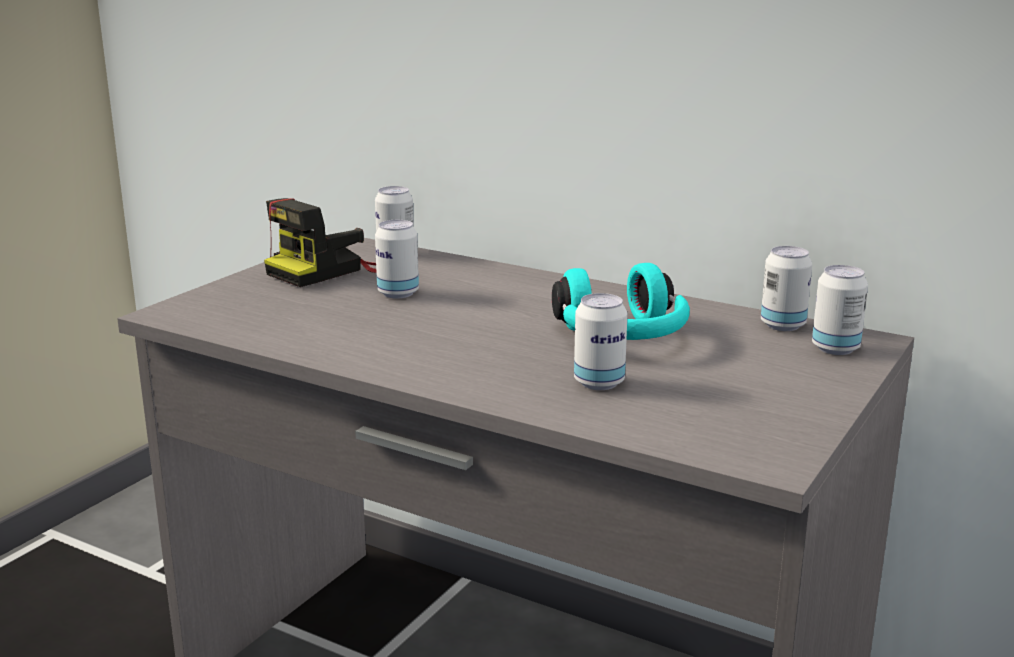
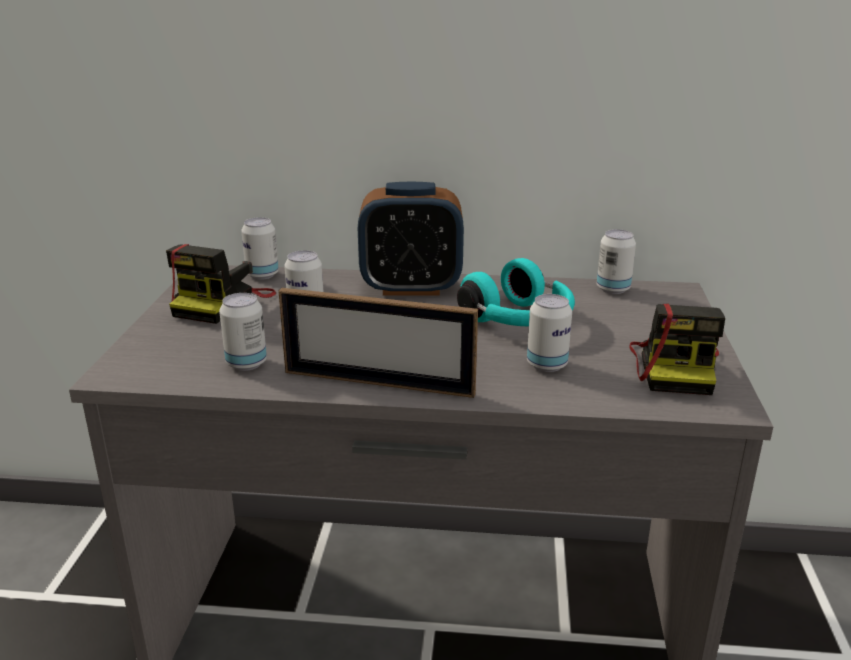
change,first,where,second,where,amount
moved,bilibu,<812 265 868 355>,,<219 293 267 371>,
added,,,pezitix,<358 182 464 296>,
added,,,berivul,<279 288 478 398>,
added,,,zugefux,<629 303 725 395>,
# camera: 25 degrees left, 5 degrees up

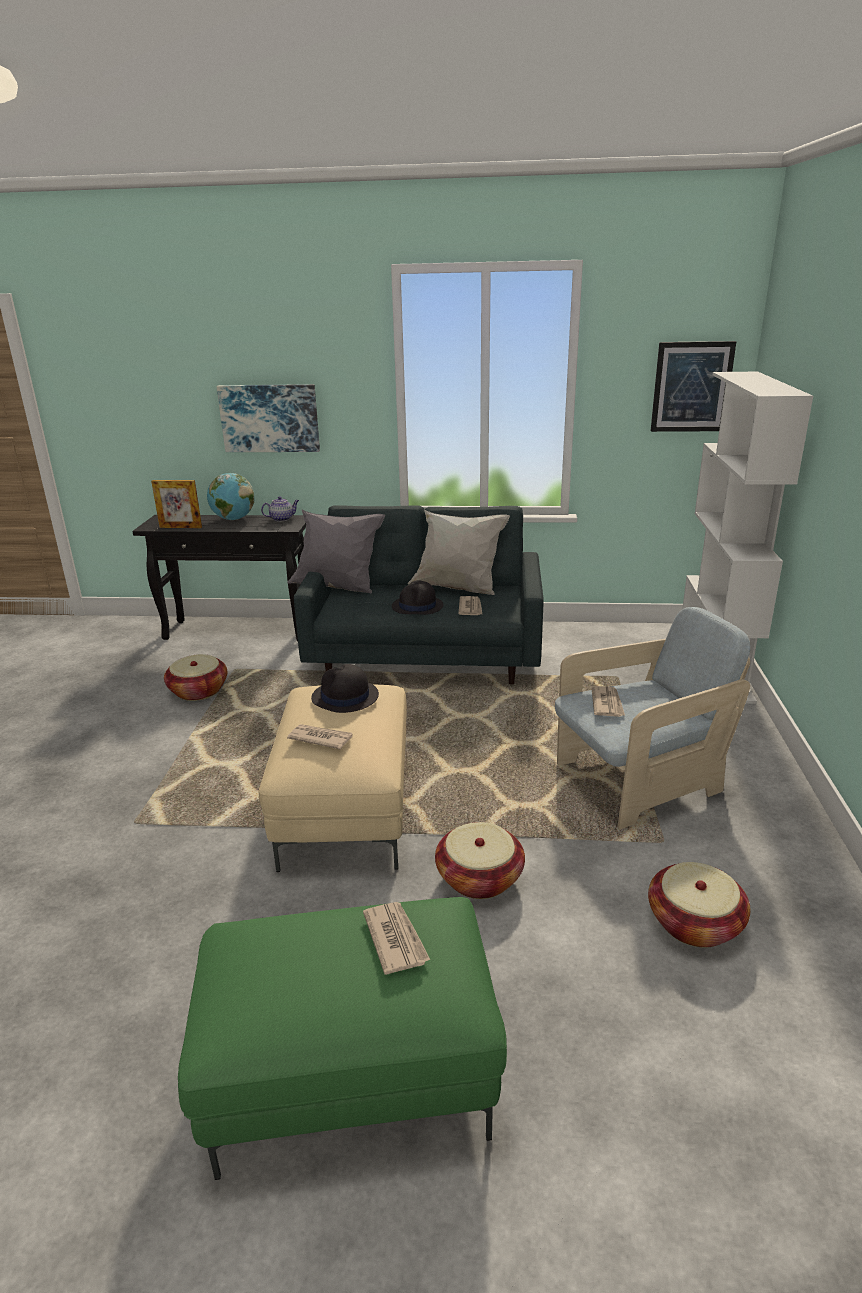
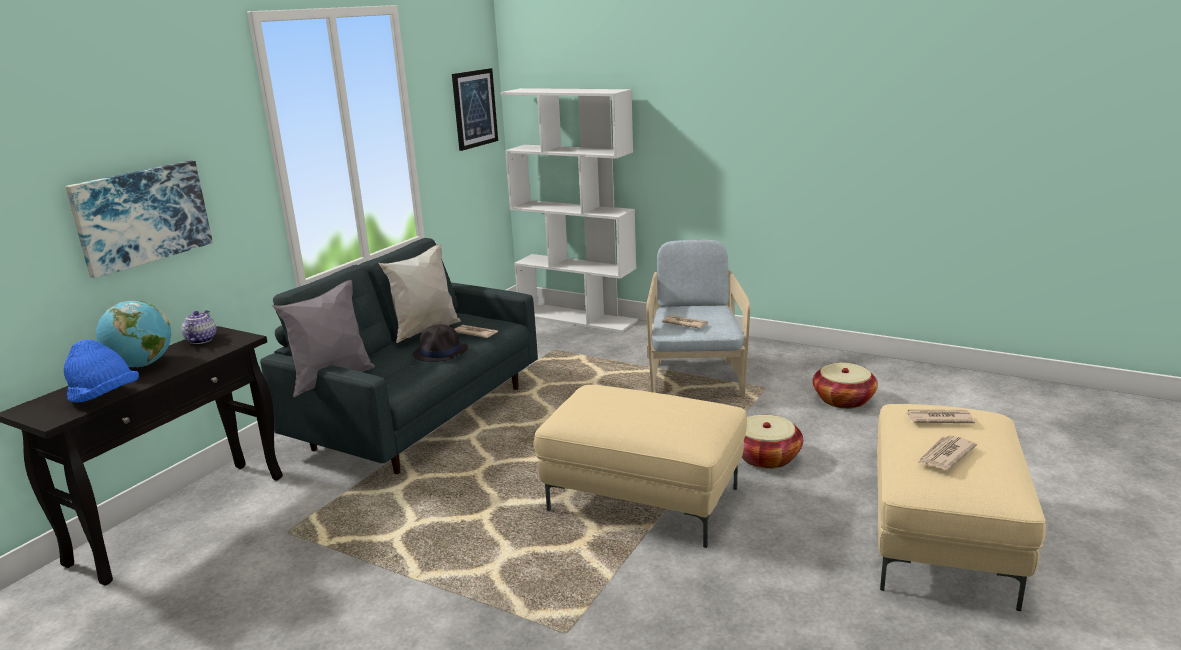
change,first,where,second,where,amount
replaced,berivul,<151 480 202 528>,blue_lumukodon,<64 339 139 403>,
removed,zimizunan,<164 654 227 701>,,,
removed,black_lumukodon,<311 664 379 713>,,,
moved,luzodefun,<287 724 353 749>,,<918 435 977 470>,
recoloured,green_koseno,<178 897 507 1180>,beige_koseno,<877 404 1046 611>,
# camera: 65 degrees left, 5 degrees down

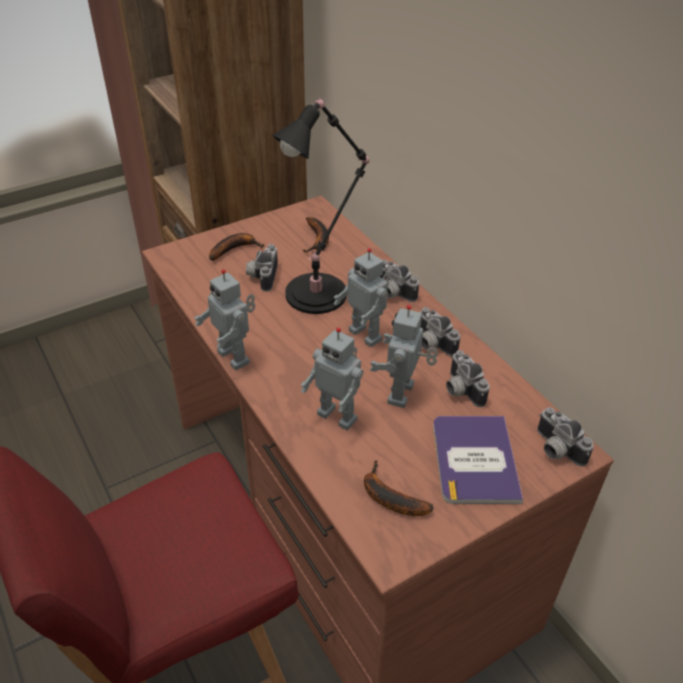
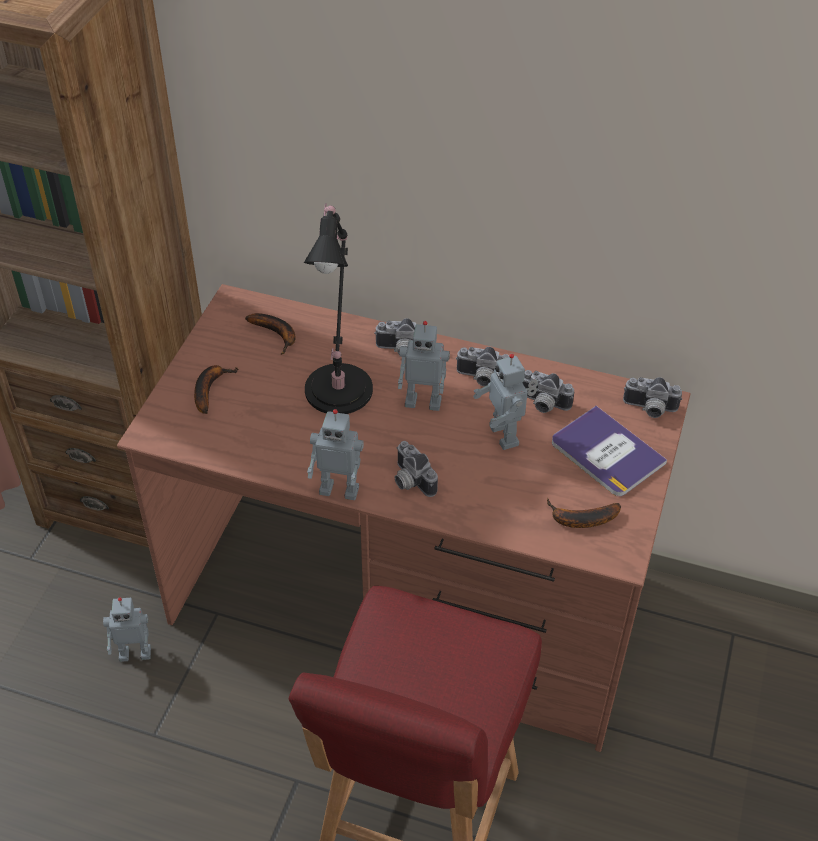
change,first,where,second,where,amount
moved,zugefux,<246 244 278 292>,,<394 441 438 497>,
moved,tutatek,<301 327 364 430>,,<103 597 151 662>,
# camera: 40 degrees left, 5 degrees up

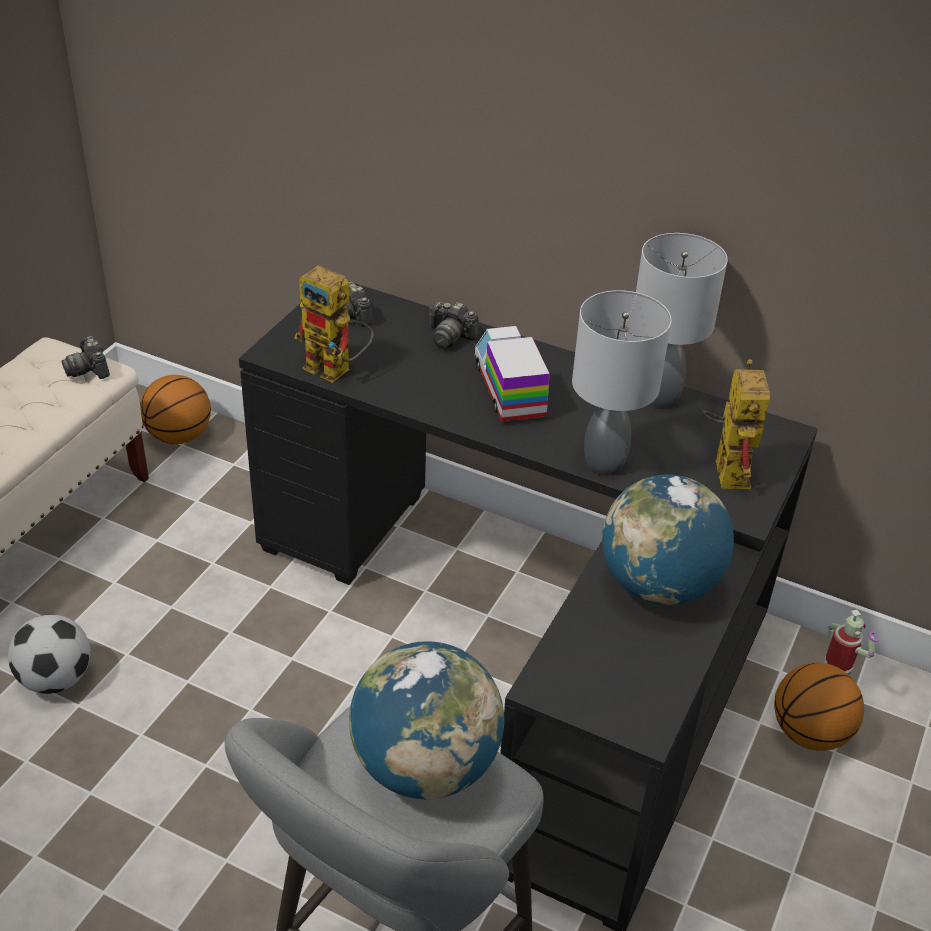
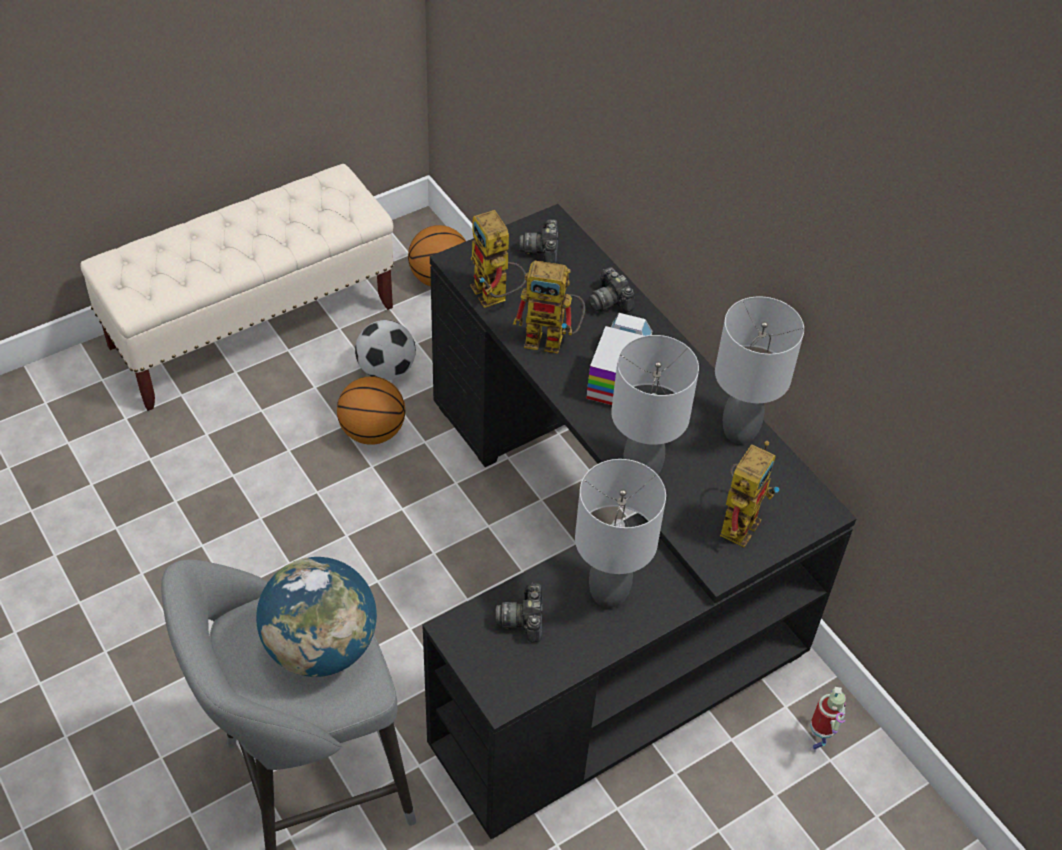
change,first,where,second,where,amount
moved,zugefux,<62 336 110 379>,,<495 582 543 643>,
replaced,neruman,<602 475 734 605>,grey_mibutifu,<575 459 666 608>,
moved,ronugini,<8 615 90 694>,,<355 320 416 380>,
moved,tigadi,<774 663 864 751>,,<337 376 405 445>,
added,,,tutatek,<513 260 585 353>,
# camera: 30 degrees right, 10 degrees up

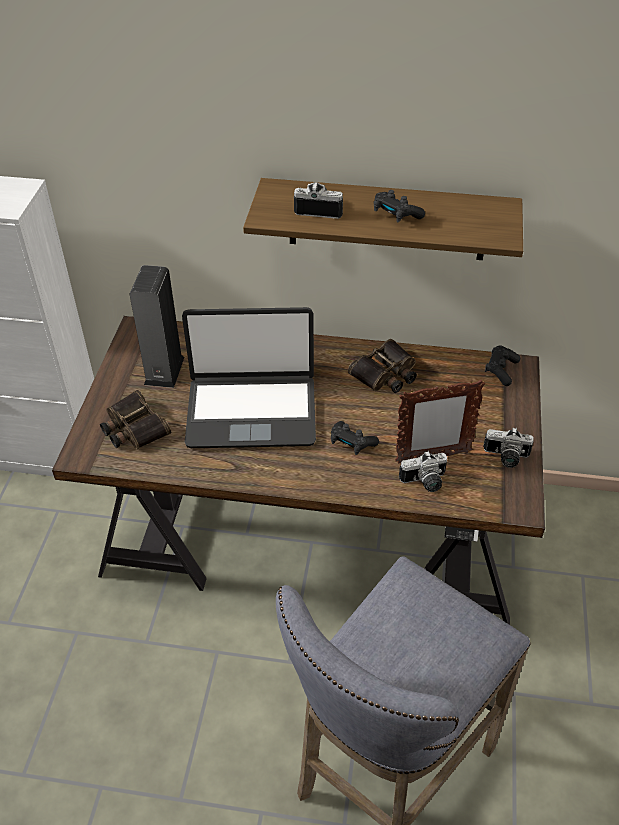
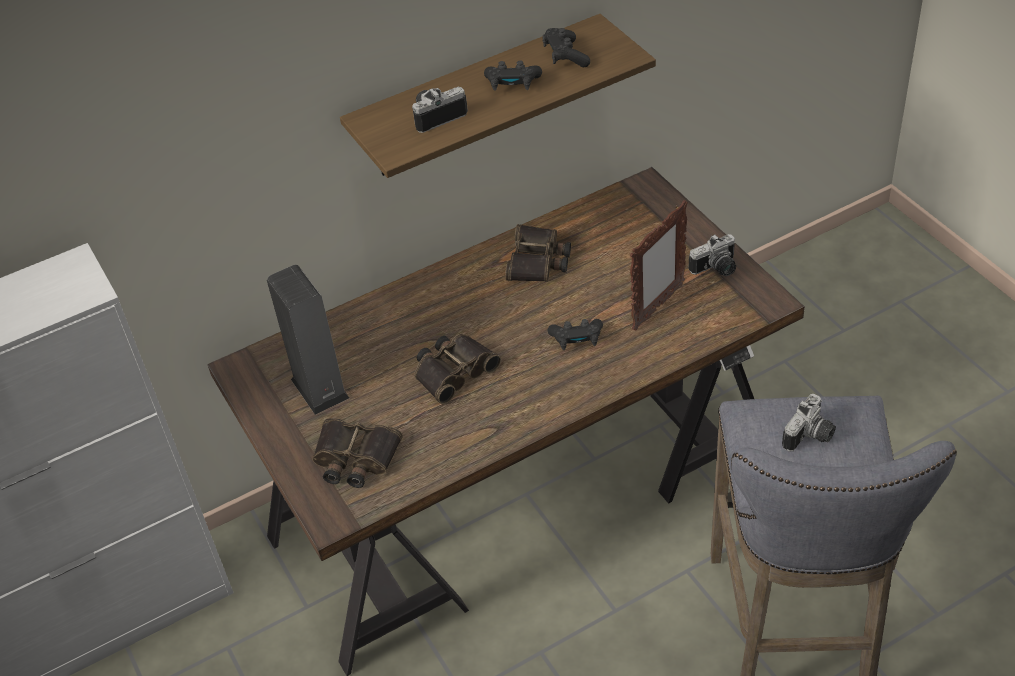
change,first,where,second,where,amount
replaced,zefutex,<182 307 316 448>,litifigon,<414 334 501 404>,
moved,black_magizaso,<485 345 520 386>,,<542 28 590 67>,
moved,zugefux,<399 451 447 492>,,<782 394 836 452>,
# camera: 35 degrees left, 0 degrees up

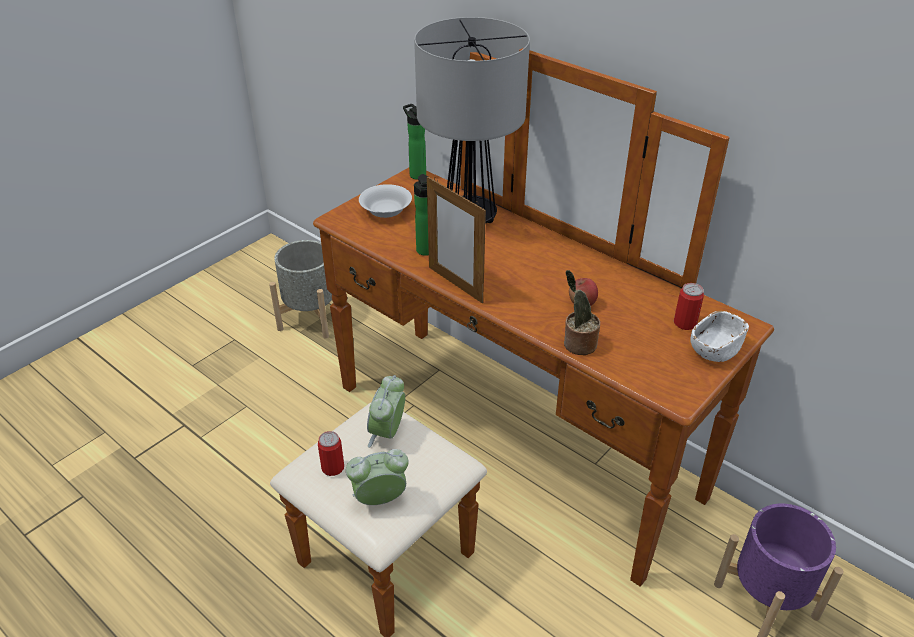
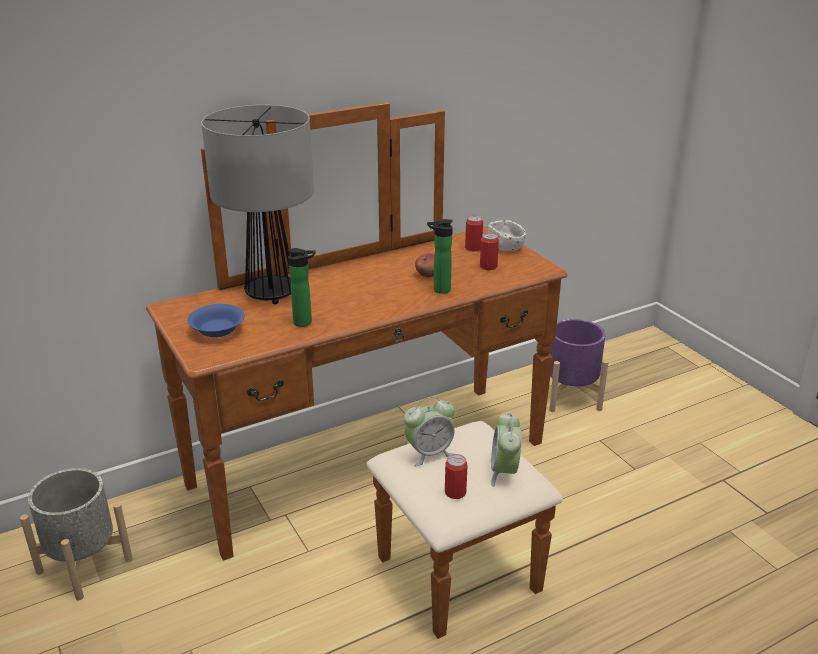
change,first,where,second,where,amount
moved,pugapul,<403 104 426 180>,,<427 219 453 294>,
removed,berivul,<427 176 486 303>,,,
recoloured,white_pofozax,<359 184 412 218>,blue_pofozax,<187 304 245 337>,
removed,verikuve,<564 270 600 355>,,,
turned,pezitix,<367 375 405 448>,,<404 396 455 466>,60 degrees counterclockwise
added,,,bilibu,<480 233 499 270>,
# camera: 70 degrees left, 10 degrees down

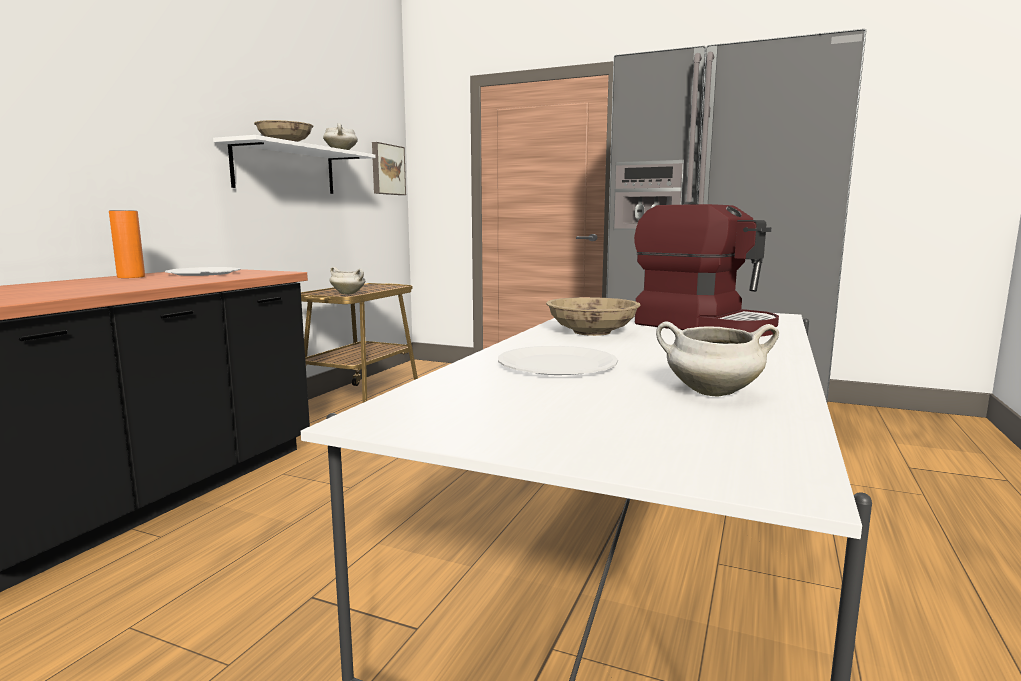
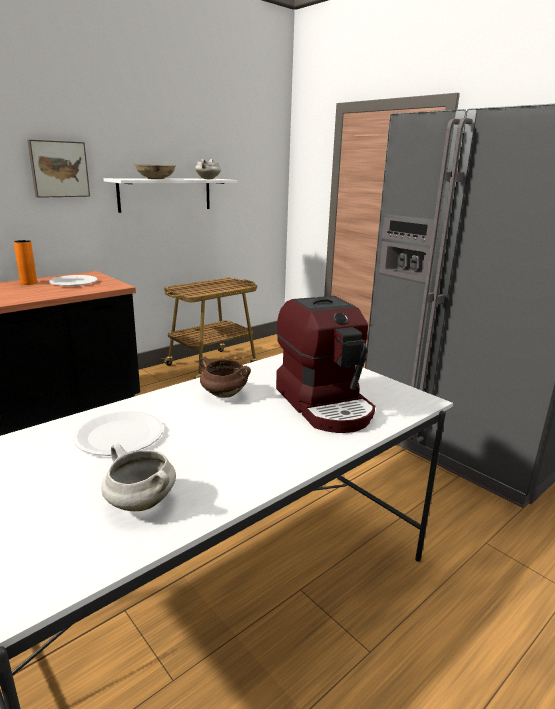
change,first,where,second,where,amount
moved,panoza,<372 142 406 195>,,<27 140 90 198>,
removed,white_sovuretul,<330 267 365 294>,,,
replaced,beige_pofozax,<546 297 640 336>,brown_sovuretul,<199 356 251 398>,
# camera: 25 degrees right, 10 degrees up

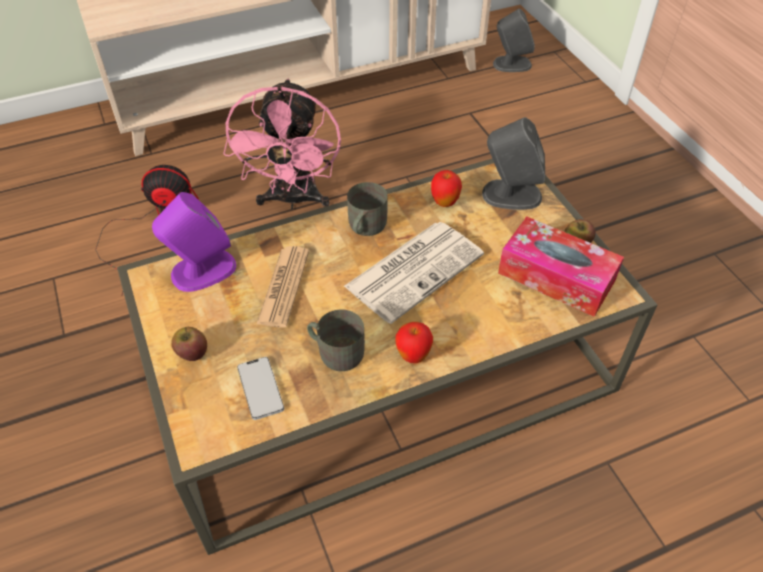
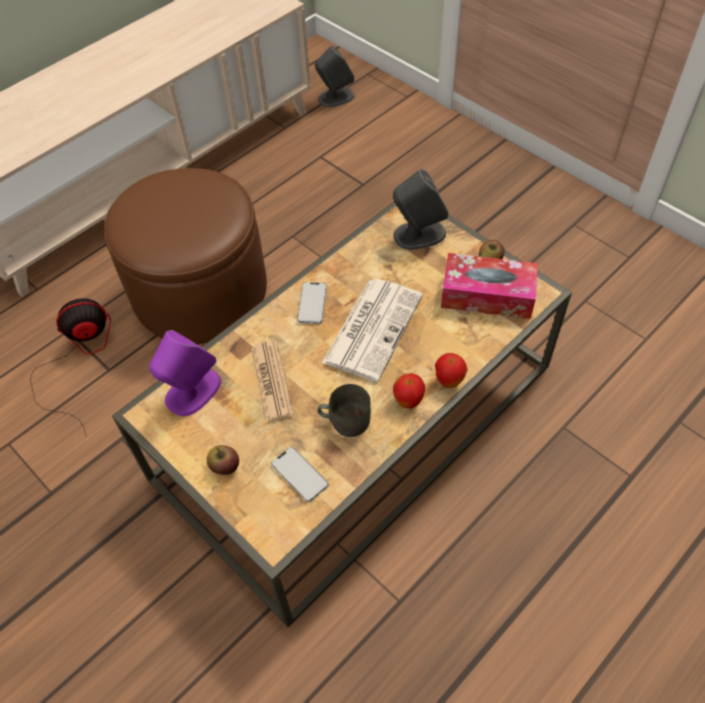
change,first,where,second,where,amount
replaced,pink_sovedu,<223 78 341 210>,brown_koseno,<104 168 267 344>,
moved,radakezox,<431 170 462 207>,,<435 353 467 388>,
replaced,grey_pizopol,<347 182 388 236>,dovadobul,<297 282 327 324>,
# camera: 20 degrees left, 5 degrees up

